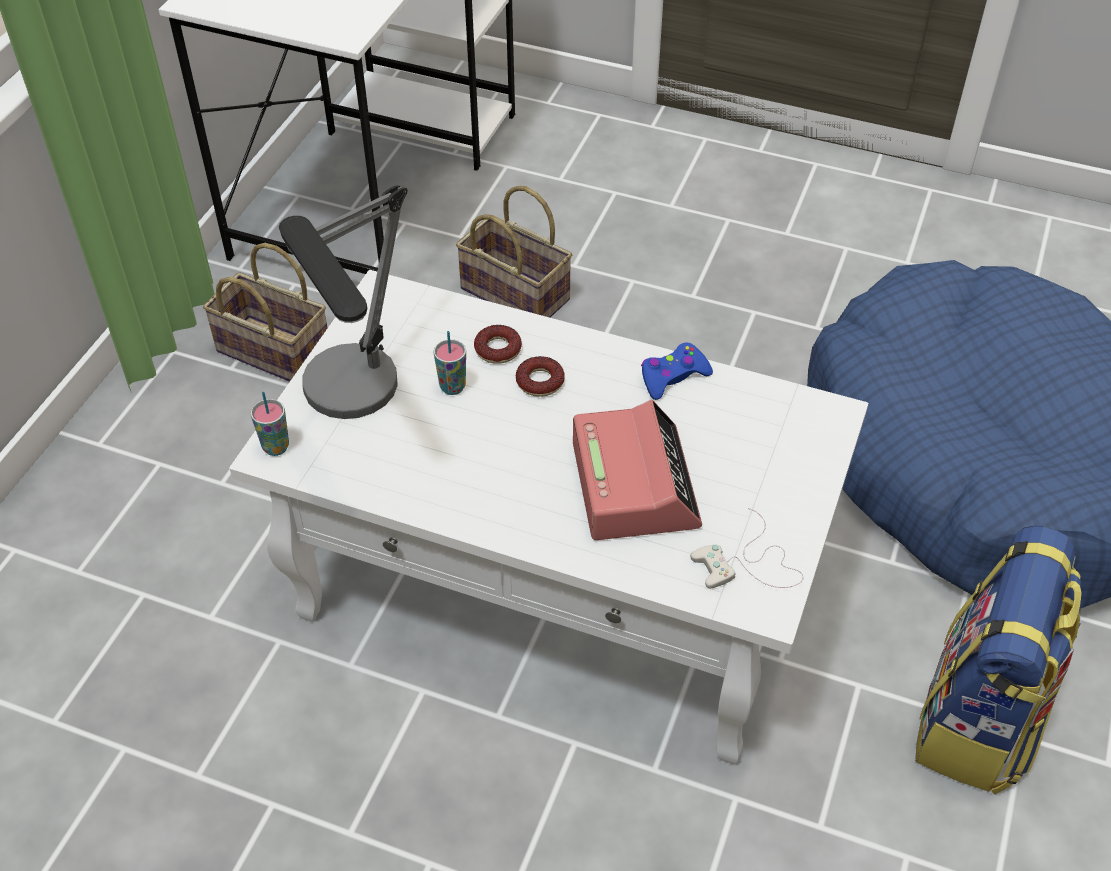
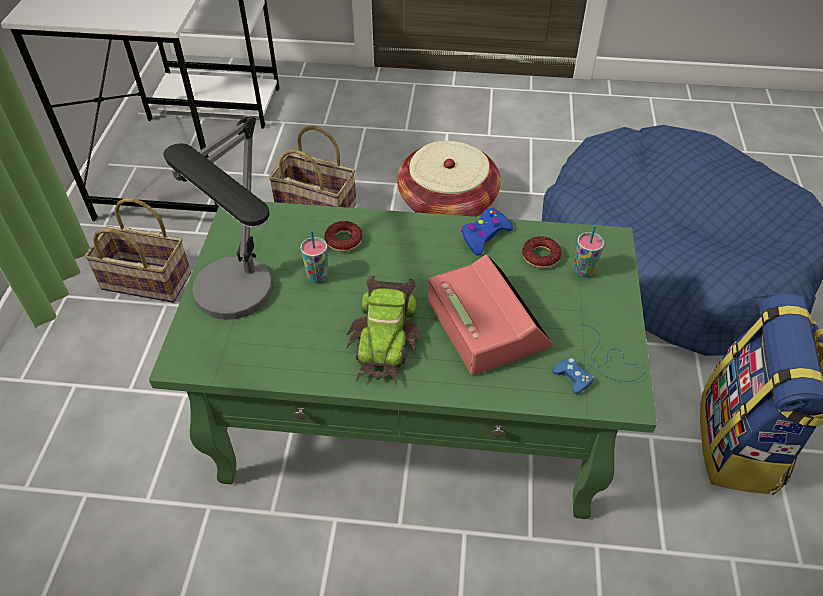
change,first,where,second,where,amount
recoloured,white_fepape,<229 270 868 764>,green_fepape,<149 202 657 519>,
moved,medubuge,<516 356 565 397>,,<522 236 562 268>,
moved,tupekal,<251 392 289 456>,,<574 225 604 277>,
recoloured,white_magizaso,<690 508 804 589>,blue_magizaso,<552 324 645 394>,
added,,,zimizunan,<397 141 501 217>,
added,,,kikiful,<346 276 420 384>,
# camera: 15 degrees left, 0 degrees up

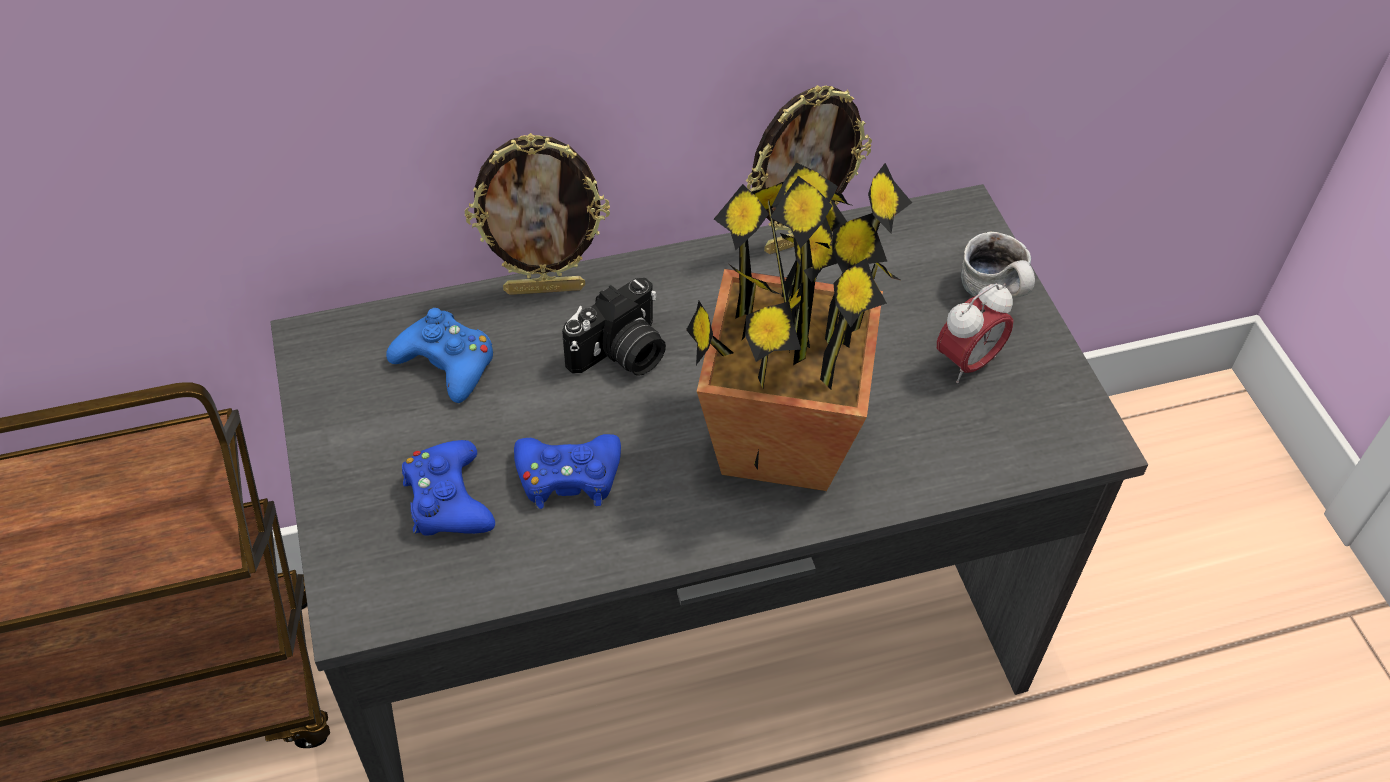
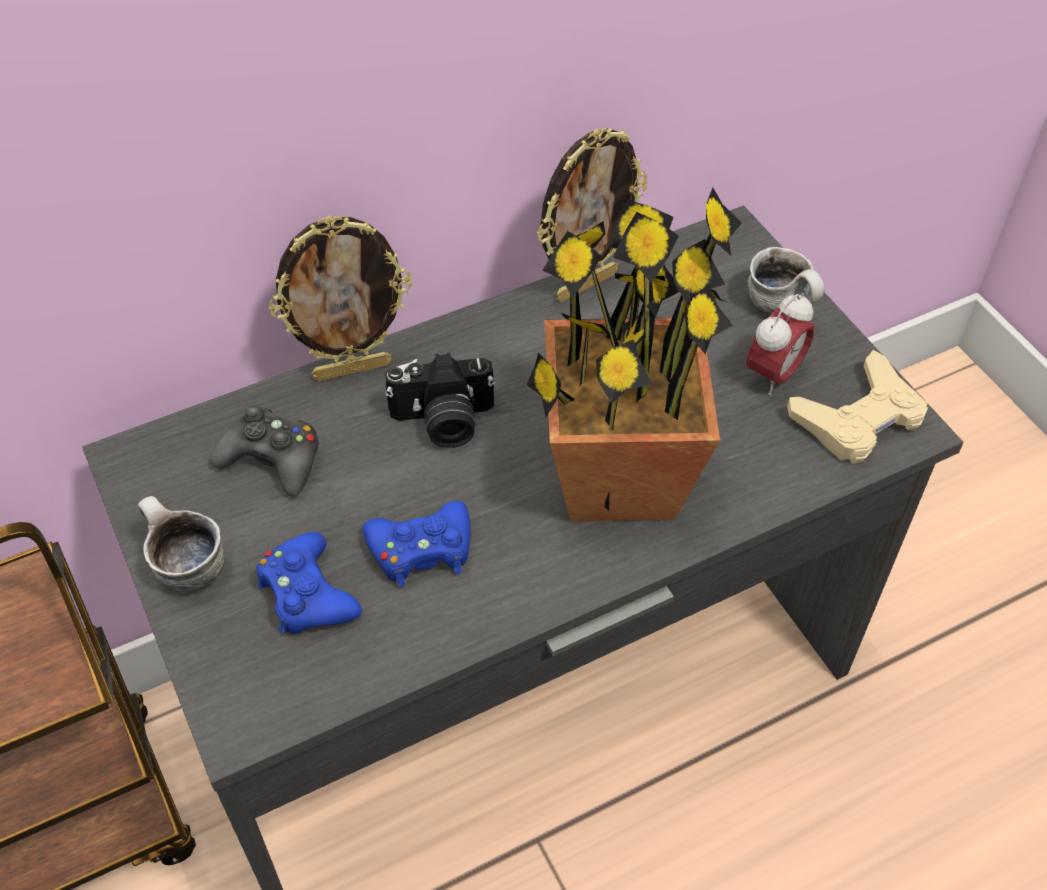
change,first,where,second,where,amount
turned,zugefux,<562 278 666 376>,,<385 353 495 448>,45 degrees clockwise
recoloured,blue_magizaso,<386 308 493 403>,black_magizaso,<211 406 318 496>,
added,,,beige_magizaso,<787 350 928 464>,
added,,,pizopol,<138 496 225 591>,
# camera: 10 degrees left, 0 degrees up

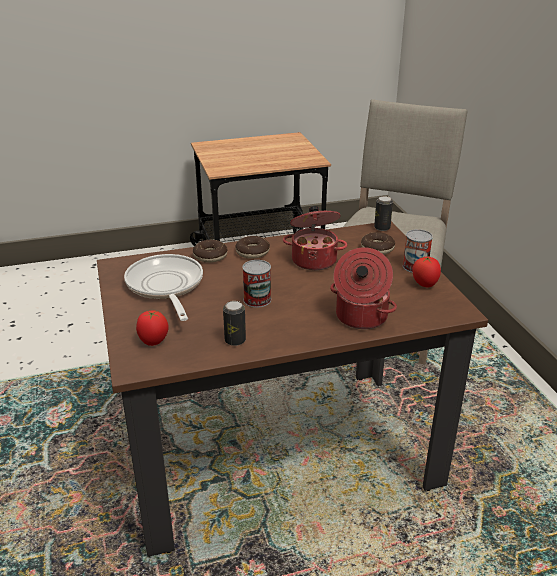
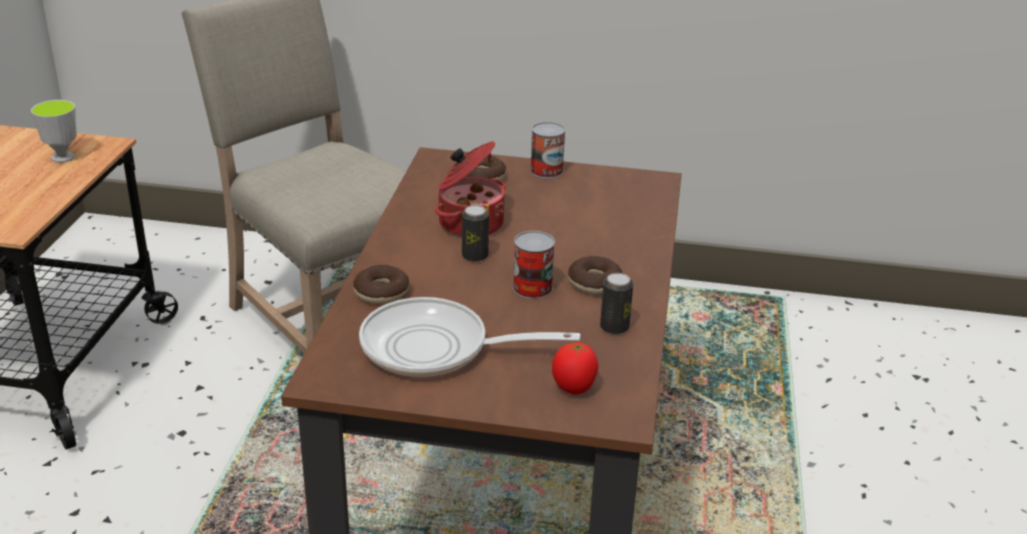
change,first,where,second,where,amount
moved,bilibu,<374 196 393 231>,,<462 205 489 262>,
moved,medubuge,<235 236 270 259>,,<568 256 622 295>,
removed,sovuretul,<330 247 397 329>,,,
removed,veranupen,<412 257 441 287>,,,
added,,,tupekal,<31 100 77 163>,
# camera: 65 degrees left, 0 degrees up

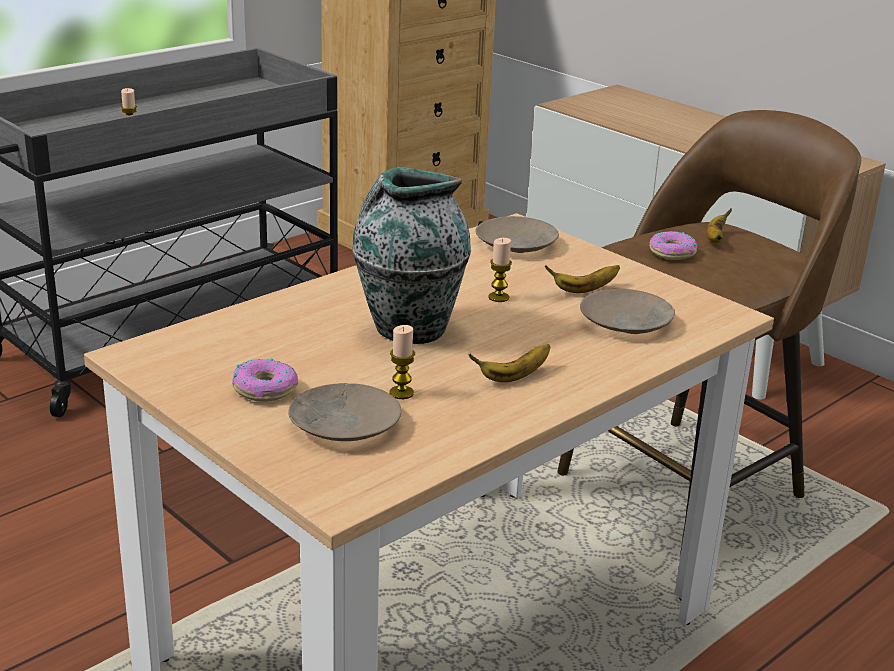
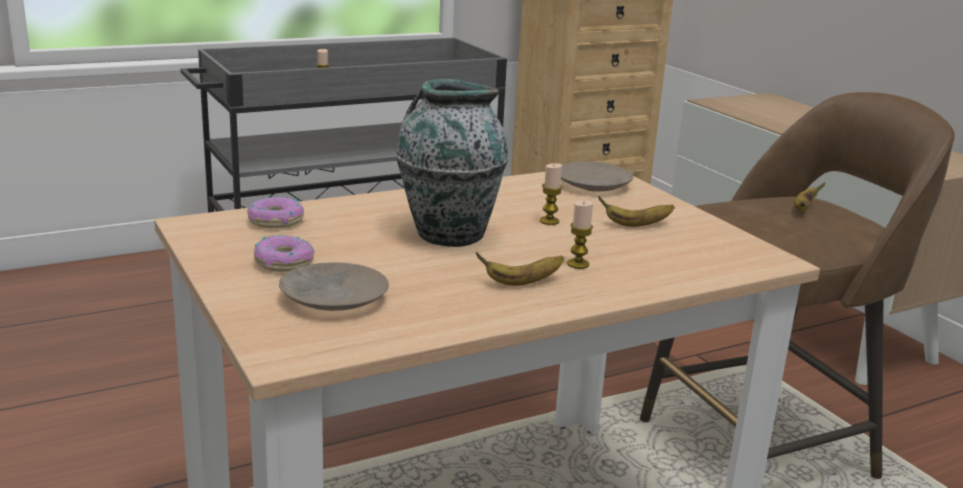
change,first,where,second,where,amount
moved,medubuge,<649 231 697 260>,,<247 197 304 228>,
removed,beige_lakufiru,<580 289 675 334>,,,
moved,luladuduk,<390 325 415 399>,,<567 201 593 269>,
# camera: 15 degrees right, 5 degrees down

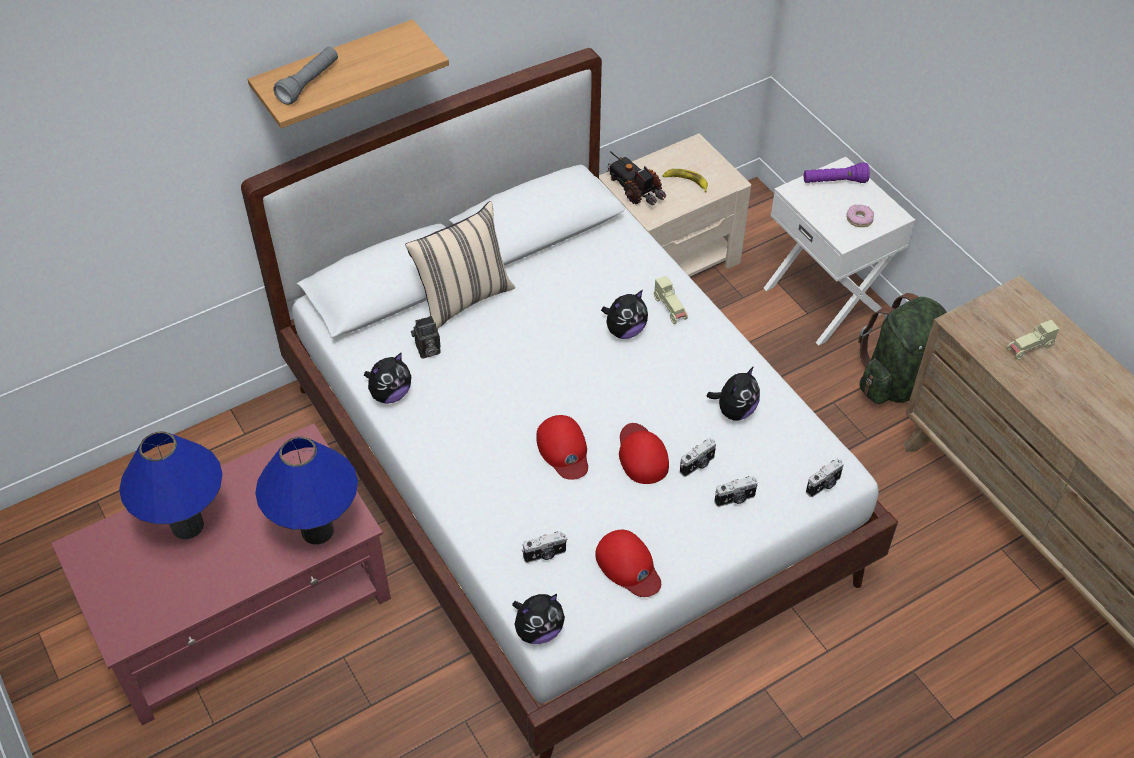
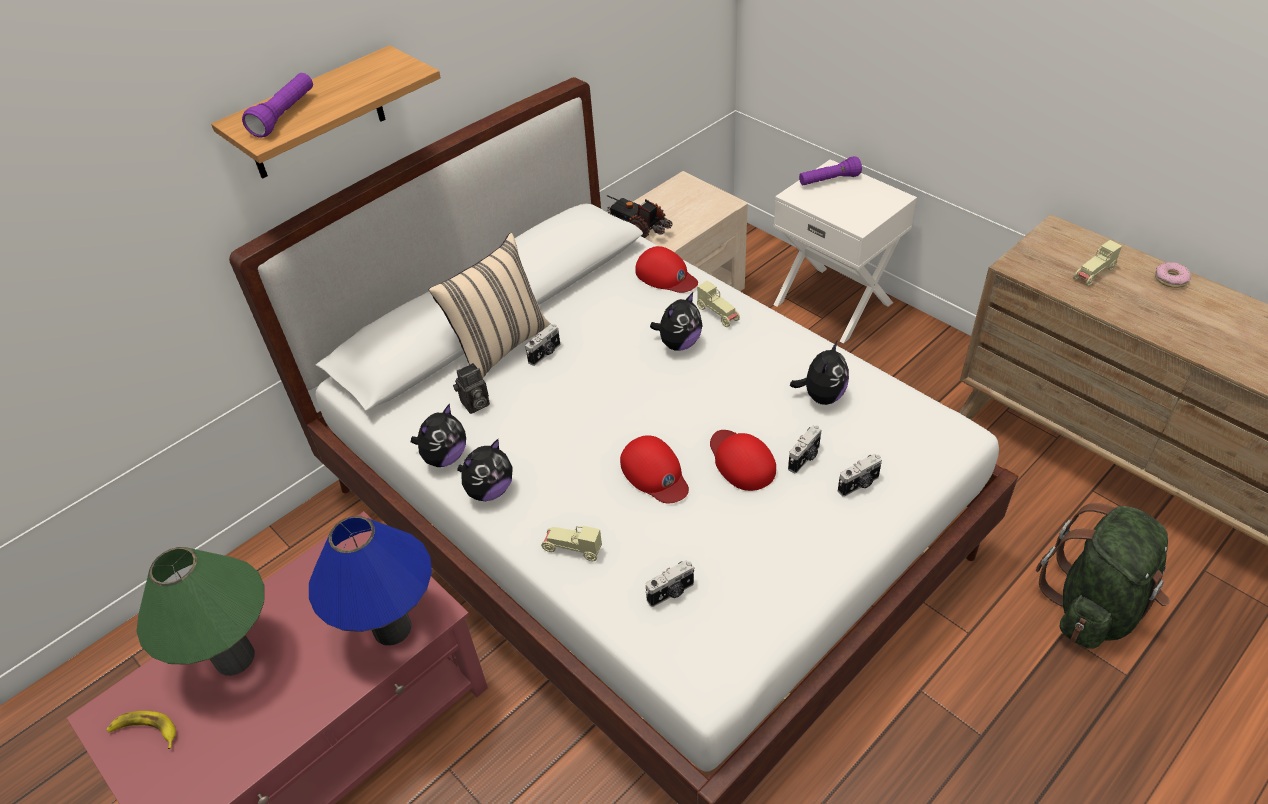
change,first,where,second,where,amount
recoloured,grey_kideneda,<273 46 338 105>,purple_kideneda,<242 73 313 137>,
moved,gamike,<662 169 708 192>,,<106 711 176 749>,
moved,medubuge,<846 205 874 227>,,<1155 262 1191 288>,
moved,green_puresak,<858 293 947 404>,,<1036 503 1170 649>,
recoloured,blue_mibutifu,<119 432 223 539>,green_mibutifu,<136 547 264 676>,
moved,zugefux,<806 459 844 497>,,<525 324 560 366>,
moved,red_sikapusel,<595 530 661 597>,,<635 246 698 293>,
moved,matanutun,<512 594 565 644>,,<457 439 513 501>,
added,,,beige_kikiful,<541 526 602 561>,
# camera: 10 degrees left, 5 degrees down

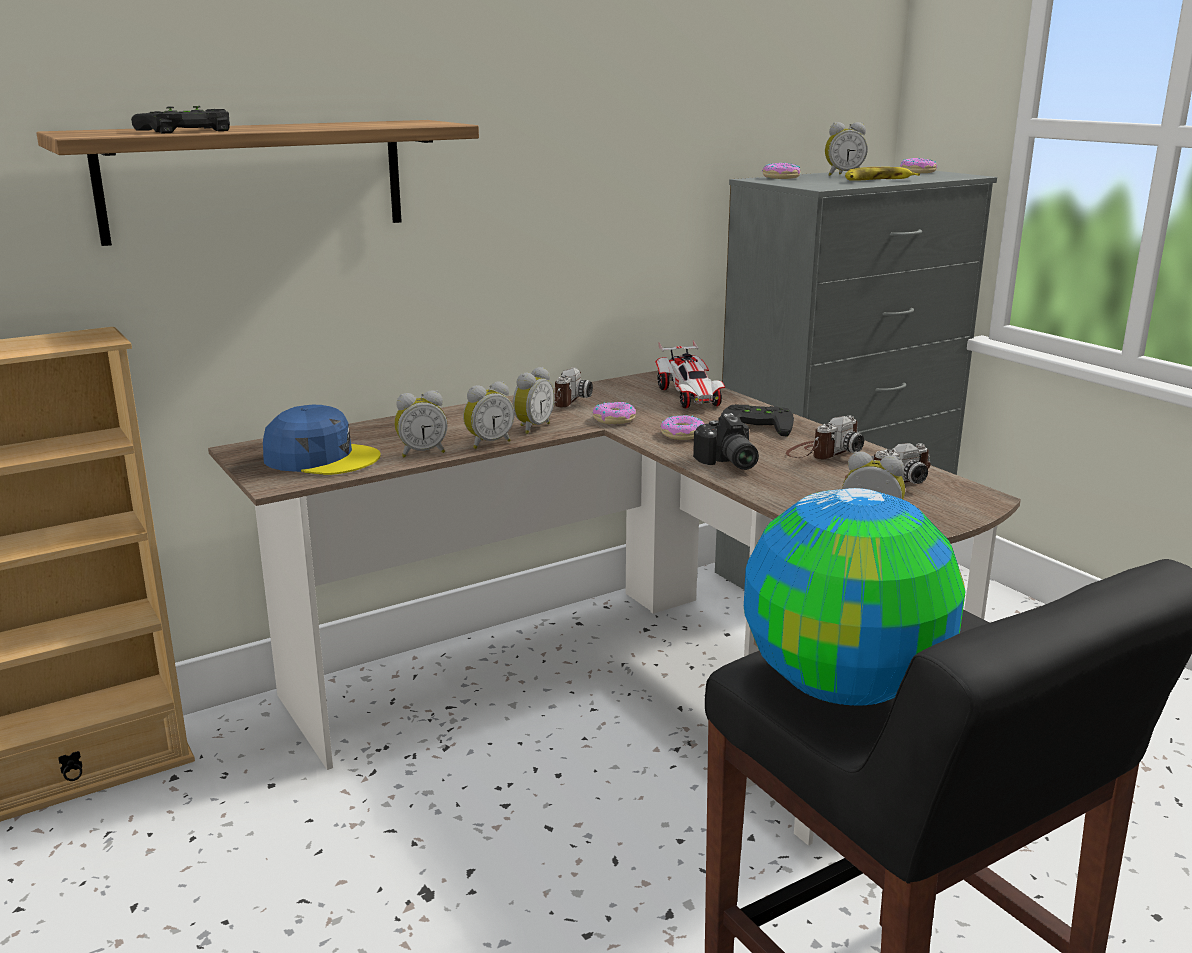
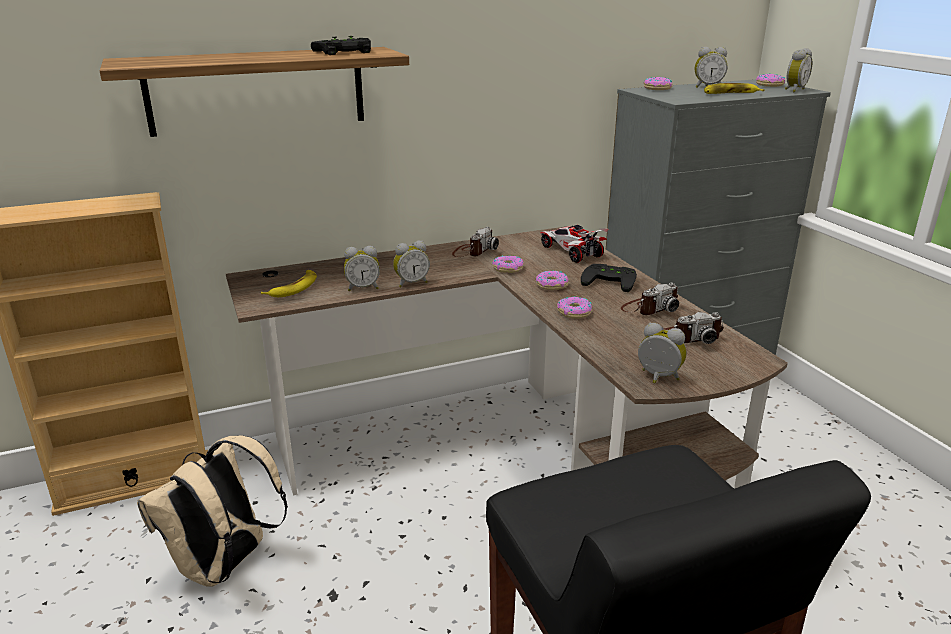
change,first,where,second,where,amount
moved,black_magizaso,<131 106 230 133>,,<311 36 371 55>,
turned,kikiful,<655 340 725 409>,,<540 225 609 263>,150 degrees clockwise
moved,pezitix,<513 367 555 434>,,<785 48 812 92>,
replaced,blue_sikapusel,<263 405 381 475>,gamike,<261 270 317 297>,
replaced,zugefux,<693 413 759 470>,medubuge,<557 297 592 319>,
removed,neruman,<744 488 966 706>,,,
added,,,beige_puresak,<137 435 288 587>,
# camera: 10 degrees right, 5 degrees up

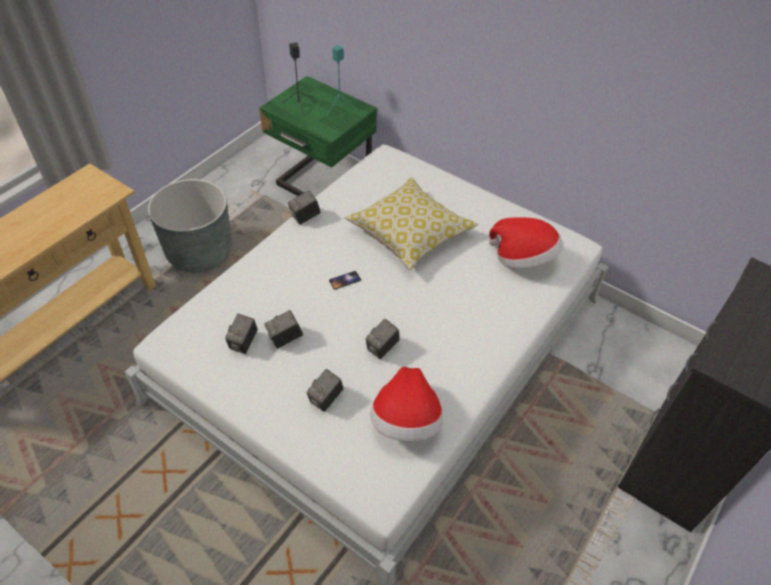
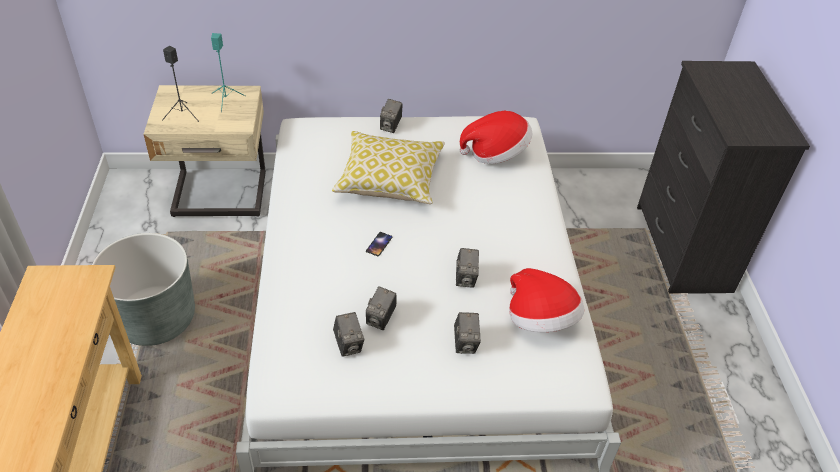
change,first,where,second,where,amount
recoloured,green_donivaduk,<259 76 377 196>,beige_donivaduk,<144 85 266 217>,
moved,zugefux,<288 190 321 225>,,<380 99 402 133>,
# camera: 40 degrees left, 5 degrees down

